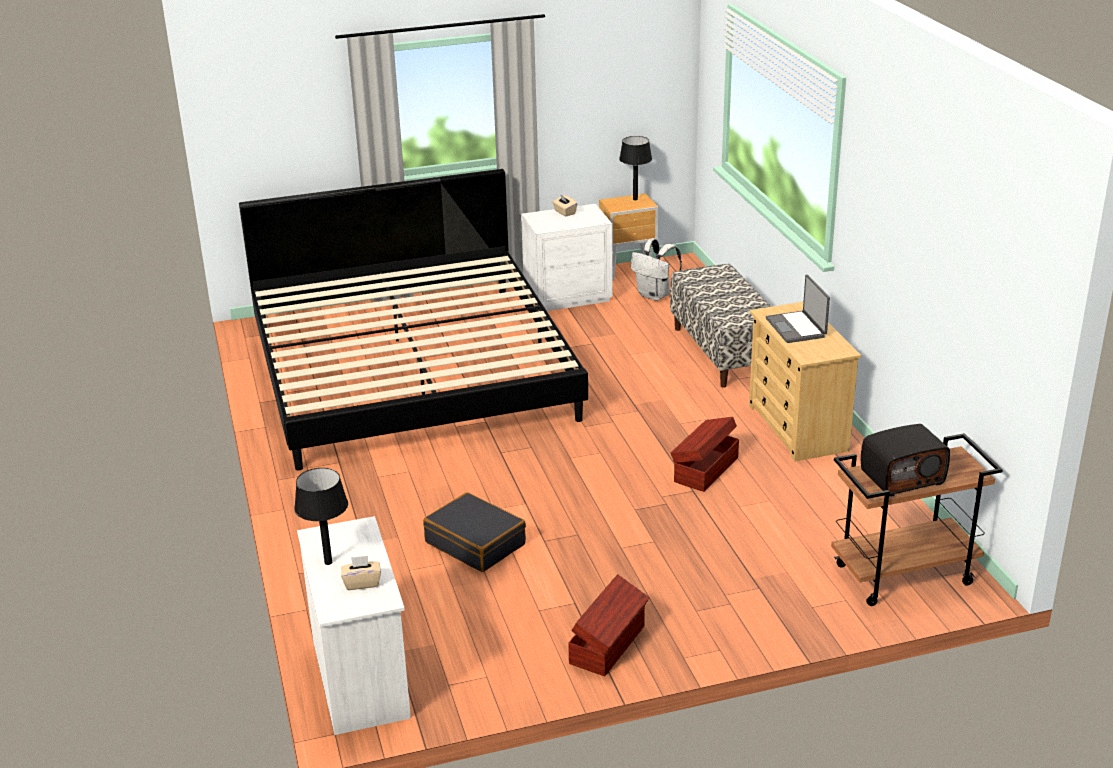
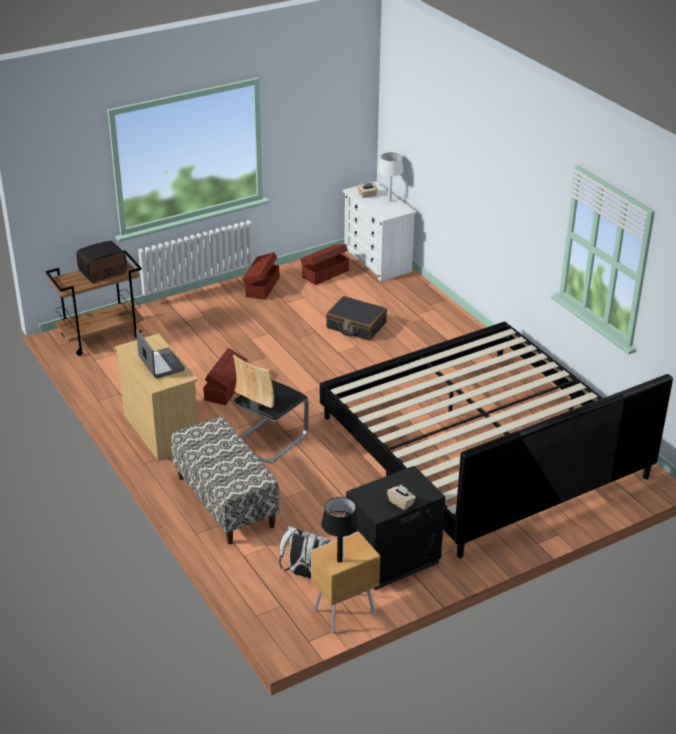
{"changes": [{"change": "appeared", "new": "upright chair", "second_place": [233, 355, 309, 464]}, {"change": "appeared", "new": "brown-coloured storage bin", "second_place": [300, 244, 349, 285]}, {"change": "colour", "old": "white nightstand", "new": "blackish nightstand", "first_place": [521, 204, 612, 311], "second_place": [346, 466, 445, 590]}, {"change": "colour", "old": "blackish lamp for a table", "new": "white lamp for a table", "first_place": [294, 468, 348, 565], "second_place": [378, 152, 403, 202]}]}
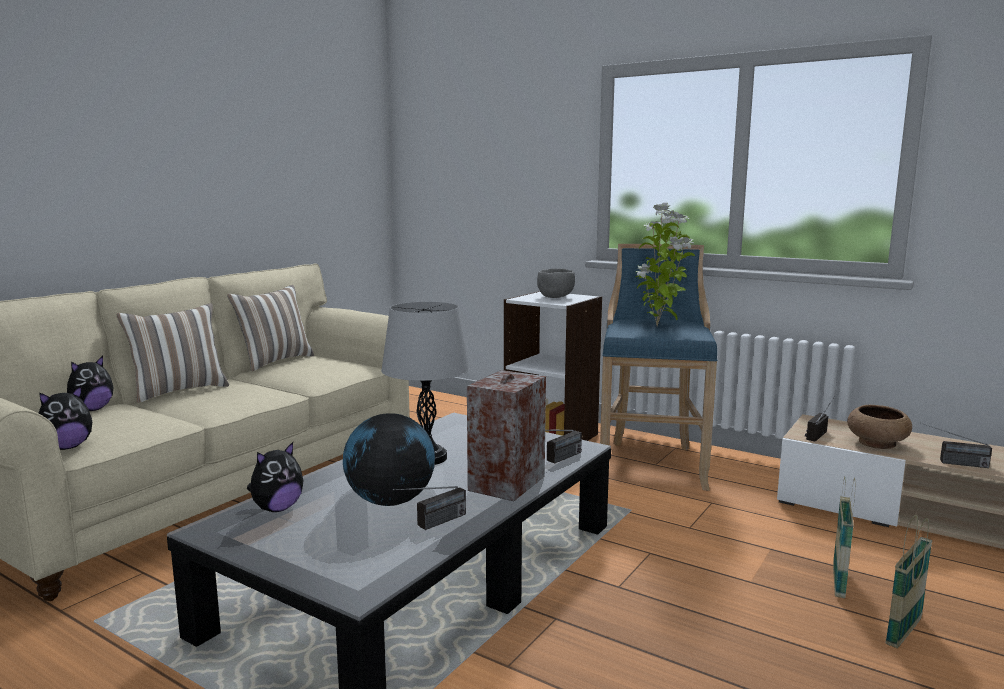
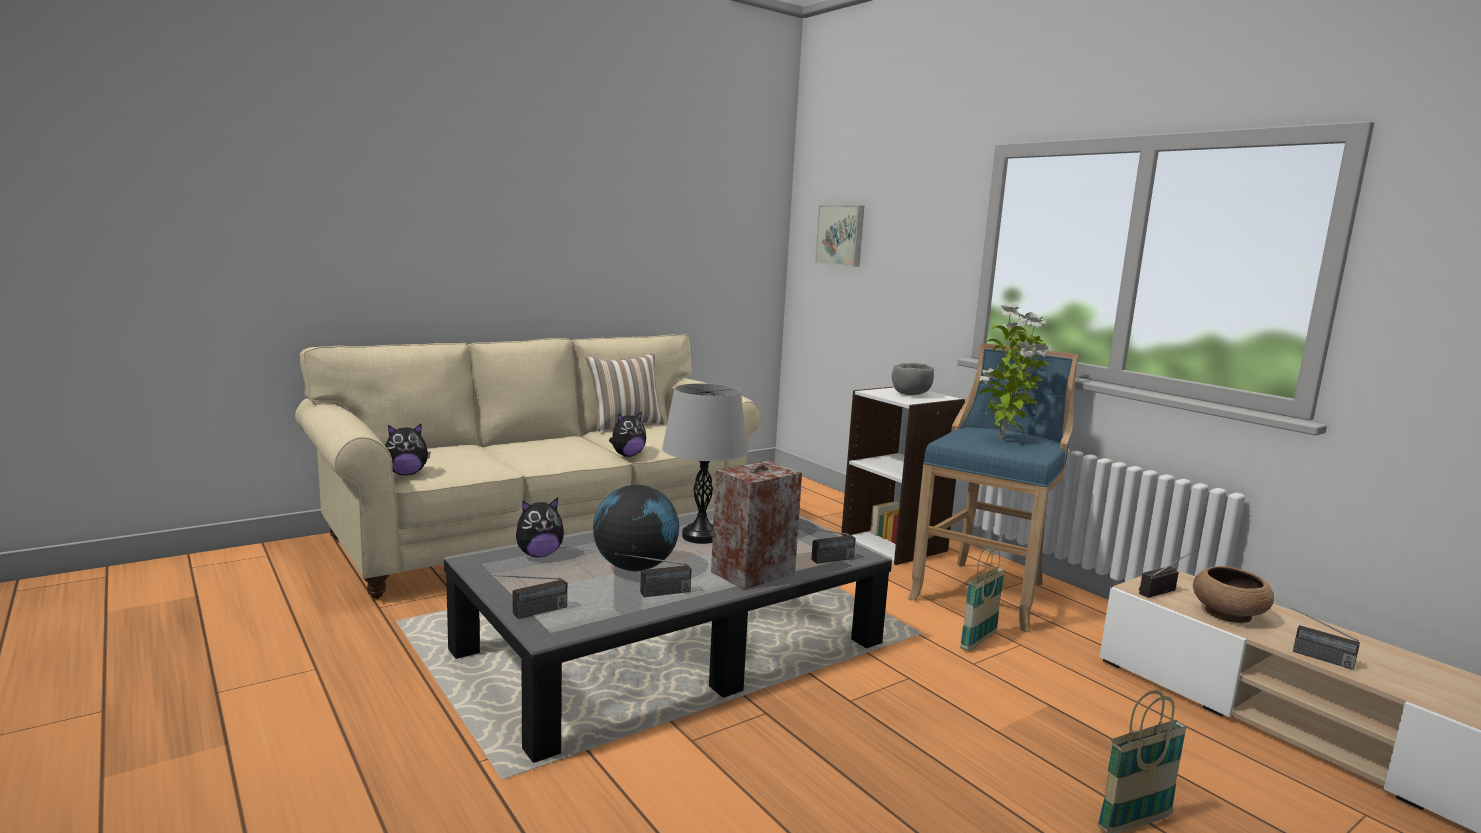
{"changes": [{"change": "appeared", "new": "radio receiver", "second_place": [484, 575, 567, 619]}, {"change": "relocated", "old": "cuddly toy", "first_place": [67, 356, 114, 411], "second_place": [609, 411, 646, 457]}, {"change": "appeared", "new": "wall art", "second_place": [815, 205, 864, 267]}, {"change": "relocated", "old": "storage basket", "first_place": [833, 477, 855, 598], "second_place": [960, 546, 1005, 651]}, {"change": "missing", "old": "cushion", "first_place": [116, 303, 229, 403]}]}
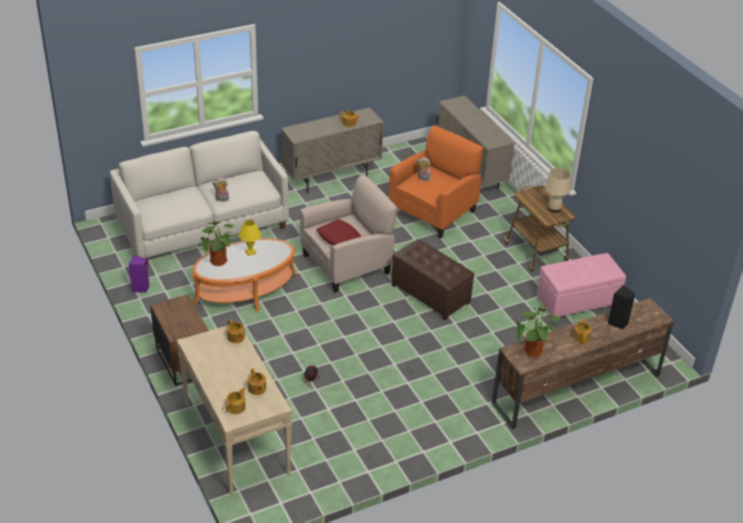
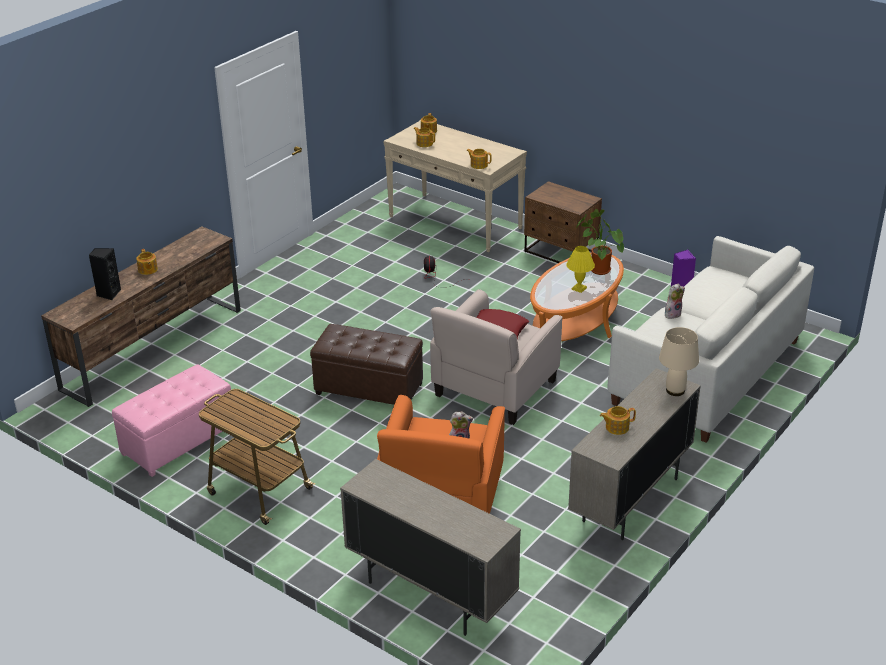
{"changes": [{"change": "relocated", "old": "beige-coloured lamp for a table", "first_place": [545, 168, 571, 213], "second_place": [659, 327, 699, 396]}, {"change": "missing", "old": "potted plant", "first_place": [516, 308, 560, 357]}]}
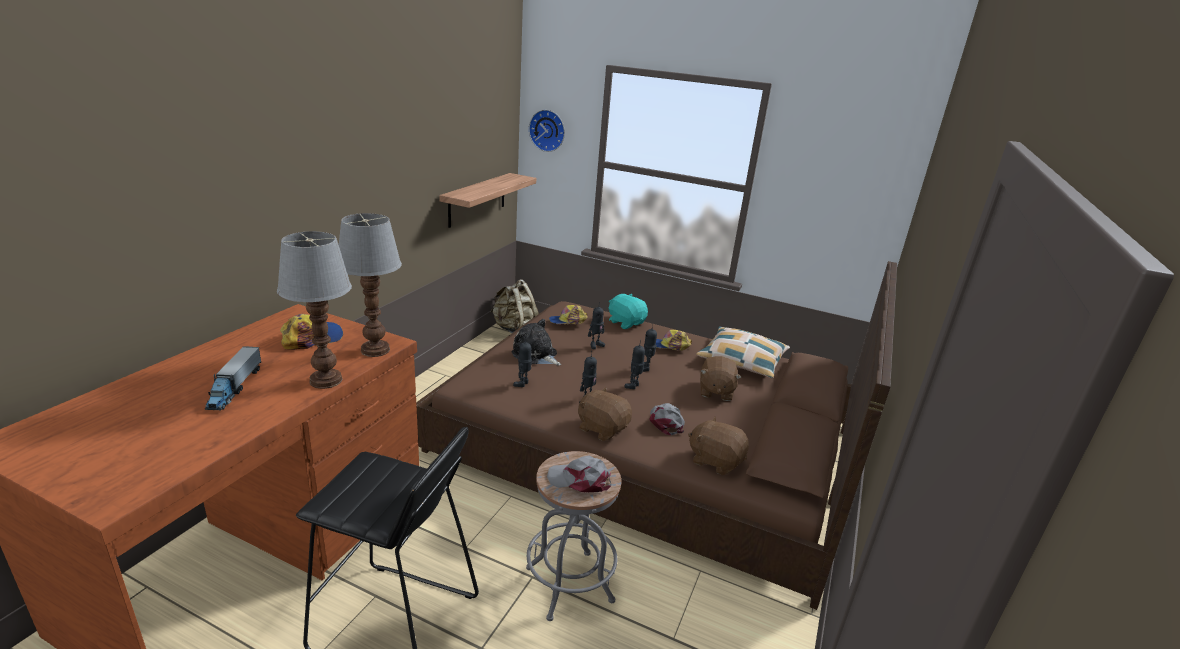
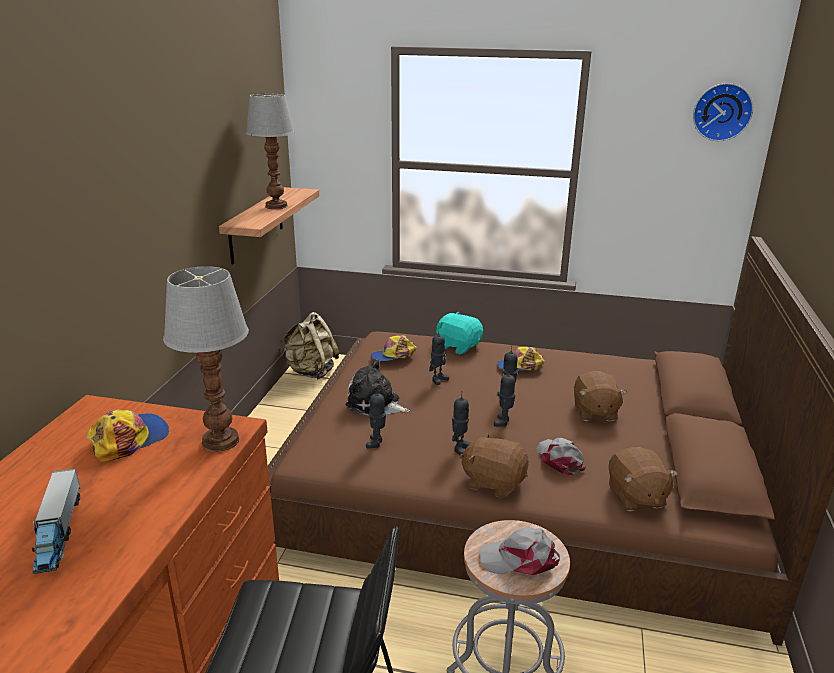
{"changes": [{"change": "relocated", "old": "lamp for a table", "first_place": [277, 231, 352, 389], "second_place": [246, 93, 295, 209]}, {"change": "spun", "old": "brown-coloured cuddly toy", "first_place": [688, 417, 749, 475], "second_place": [608, 447, 678, 511], "degrees": -120}, {"change": "relocated", "old": "clock on the wall", "first_place": [529, 110, 565, 152], "second_place": [693, 83, 753, 141]}, {"change": "missing", "old": "cushion", "first_place": [696, 327, 790, 378]}]}
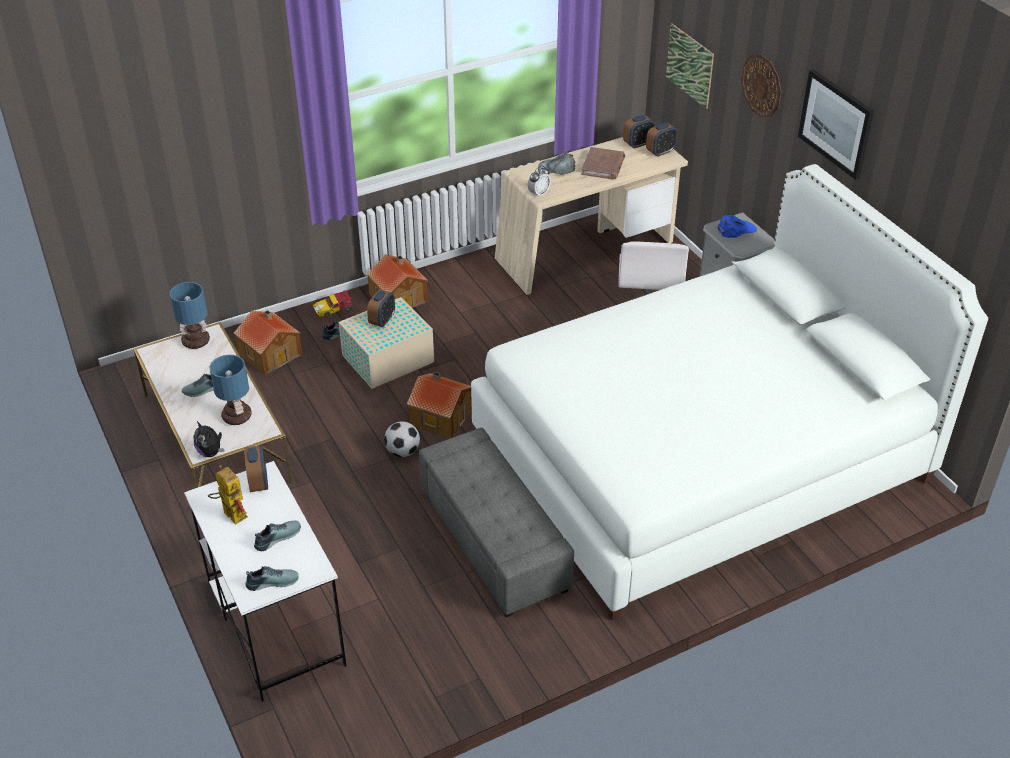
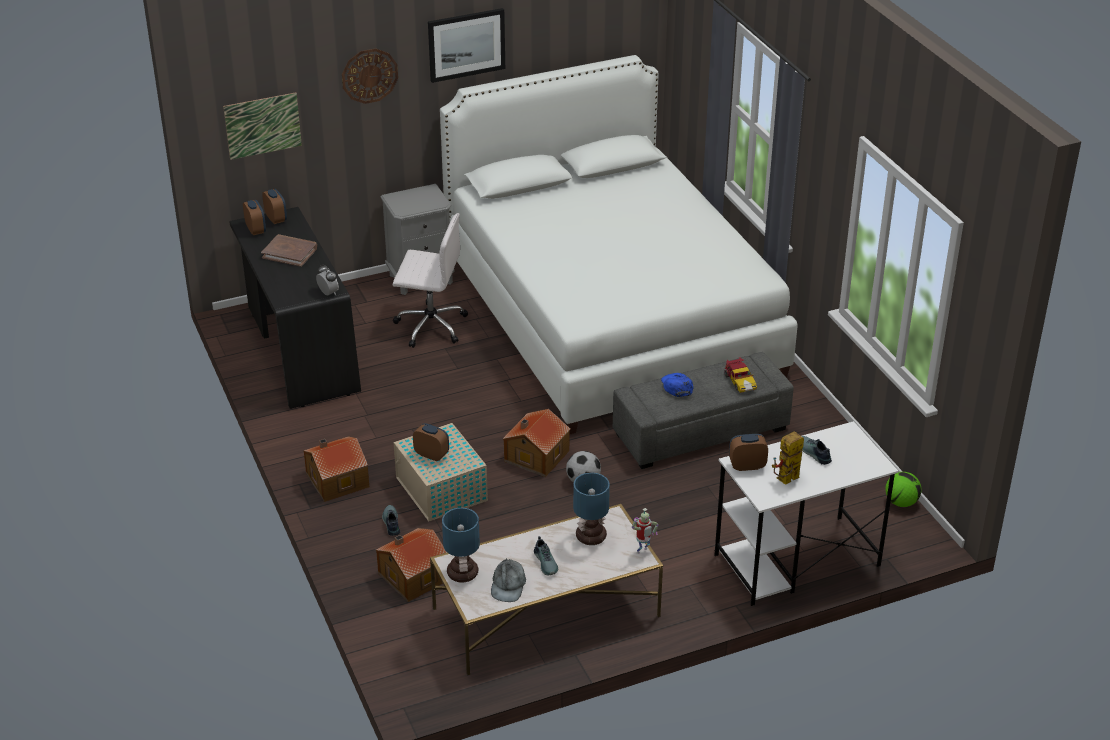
{"changes": [{"change": "colour", "old": "beige-coloured desk unit", "new": "blackish desk unit", "first_place": [495, 137, 688, 295], "second_place": [229, 207, 361, 409]}, {"change": "relocated", "old": "grey baseball cap", "first_place": [538, 153, 575, 175], "second_place": [491, 559, 526, 602]}, {"change": "exchanged", "old": "cuddly toy", "new": "model robot", "first_place": [194, 421, 224, 457], "second_place": [632, 508, 658, 554]}, {"change": "relocated", "old": "blue-coloured baseball cap", "first_place": [718, 215, 757, 238], "second_place": [661, 373, 693, 397]}, {"change": "relocated", "old": "model car", "first_place": [313, 290, 352, 317], "second_place": [724, 357, 757, 393]}, {"change": "appeared", "new": "football ball", "second_place": [885, 472, 922, 507]}, {"change": "missing", "old": "shoe", "first_place": [245, 566, 299, 591]}]}
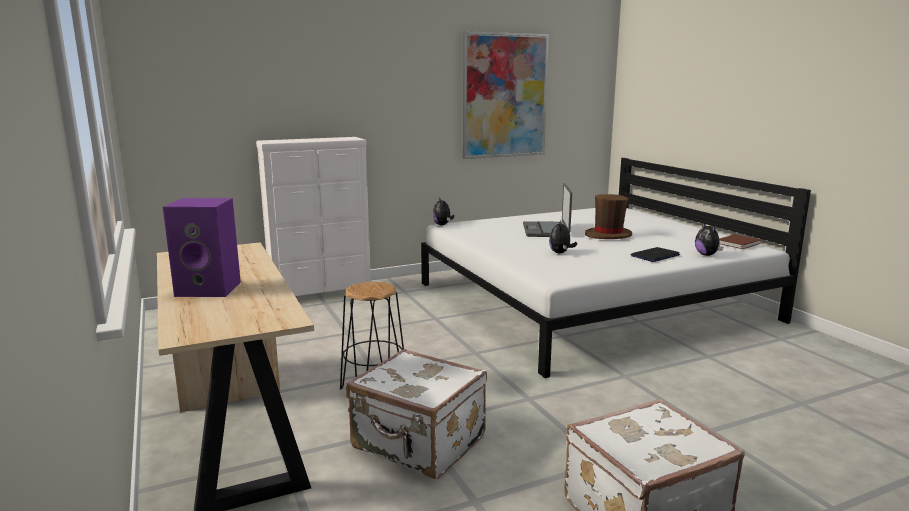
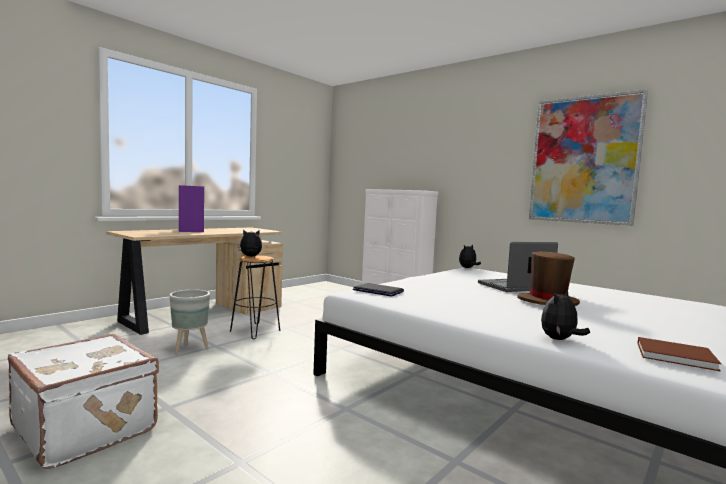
{"changes": [{"change": "exchanged", "old": "white suitcase", "new": "grey flower pot", "first_place": [346, 349, 487, 479], "second_place": [169, 290, 210, 355]}, {"change": "relocated", "old": "cuddly toy", "first_place": [549, 220, 577, 253], "second_place": [238, 230, 262, 257]}, {"change": "relocated", "old": "portable computer", "first_place": [630, 247, 680, 262], "second_place": [353, 283, 404, 297]}]}
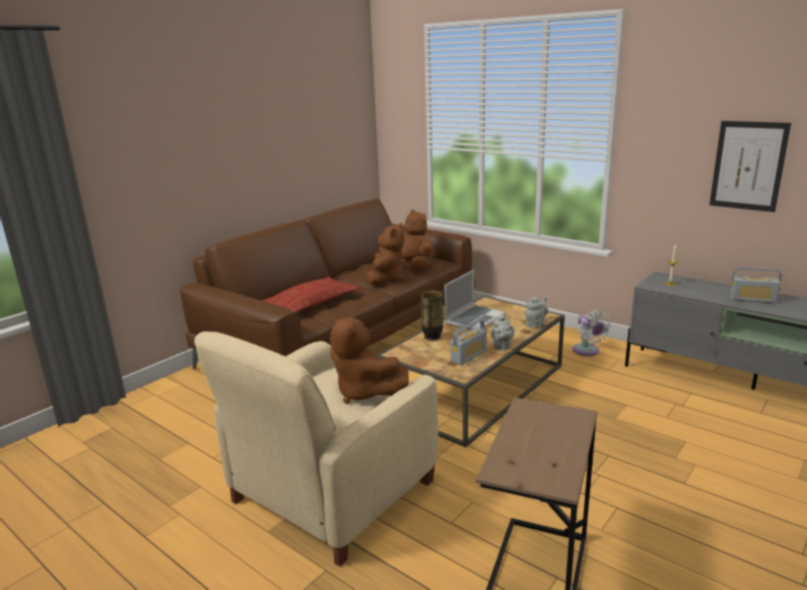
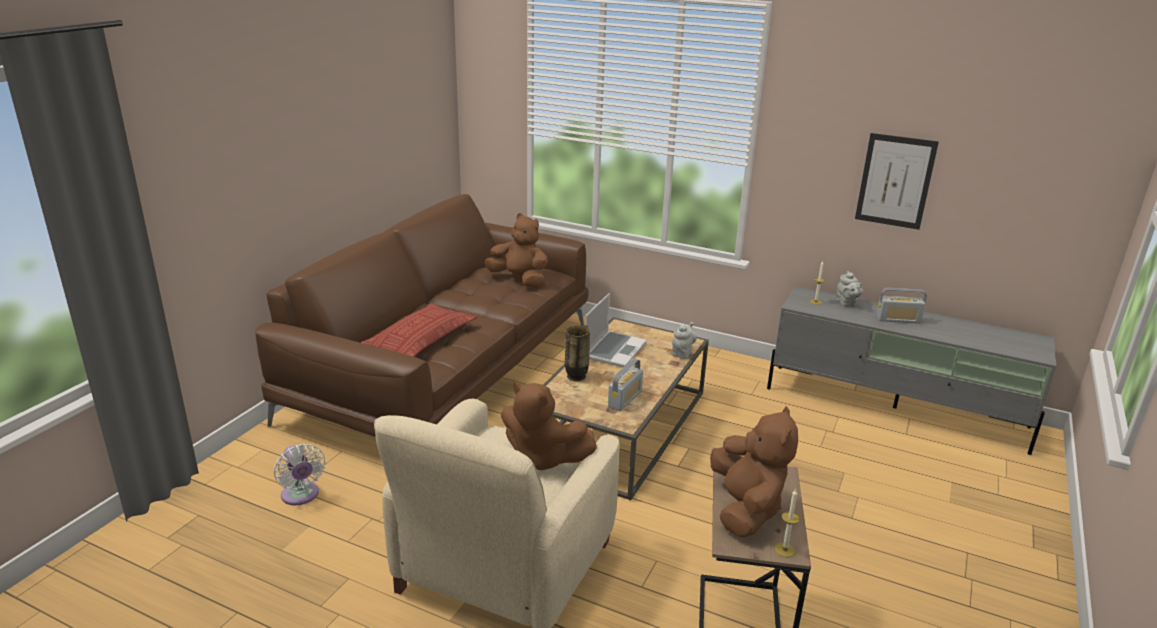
{"changes": [{"change": "relocated", "old": "white cooling fan", "first_place": [572, 310, 611, 356], "second_place": [273, 444, 326, 505]}, {"change": "relocated", "old": "brown-coloured cuddly toy", "first_place": [365, 223, 404, 285], "second_place": [710, 406, 798, 538]}, {"change": "appeared", "new": "wax light", "second_place": [775, 489, 800, 557]}, {"change": "relocated", "old": "grey teapot", "first_place": [491, 313, 514, 350], "second_place": [836, 271, 863, 307]}]}
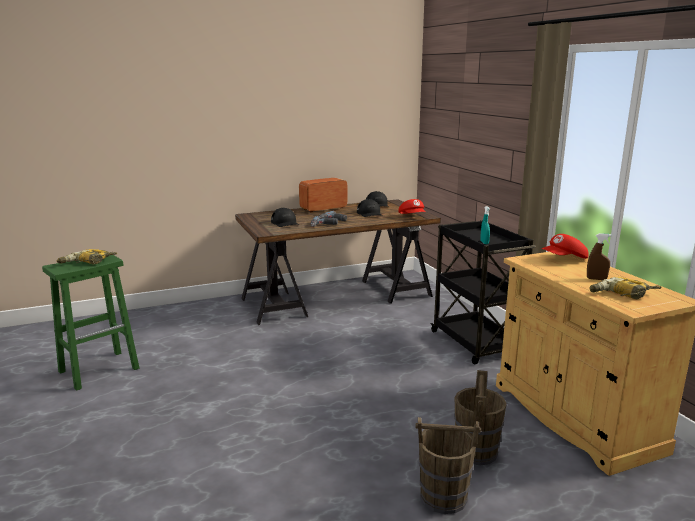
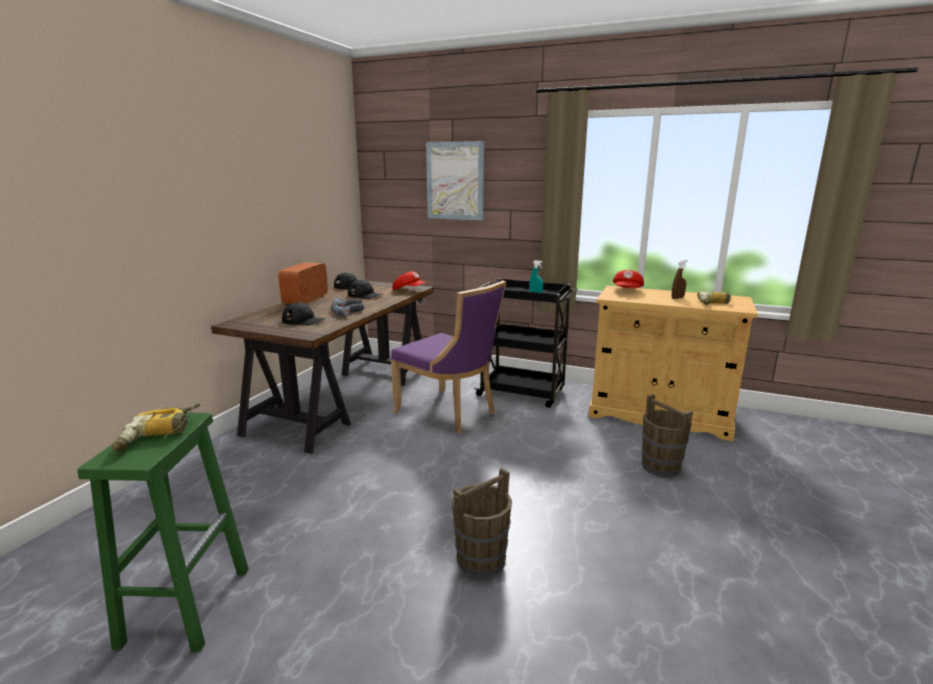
{"changes": [{"change": "appeared", "new": "purplish upright chair", "second_place": [391, 280, 506, 434]}, {"change": "appeared", "new": "wall art", "second_place": [426, 141, 484, 220]}, {"change": "relocated", "old": "brown-coloured water bucket", "first_place": [416, 417, 481, 514], "second_place": [452, 468, 512, 577]}]}
